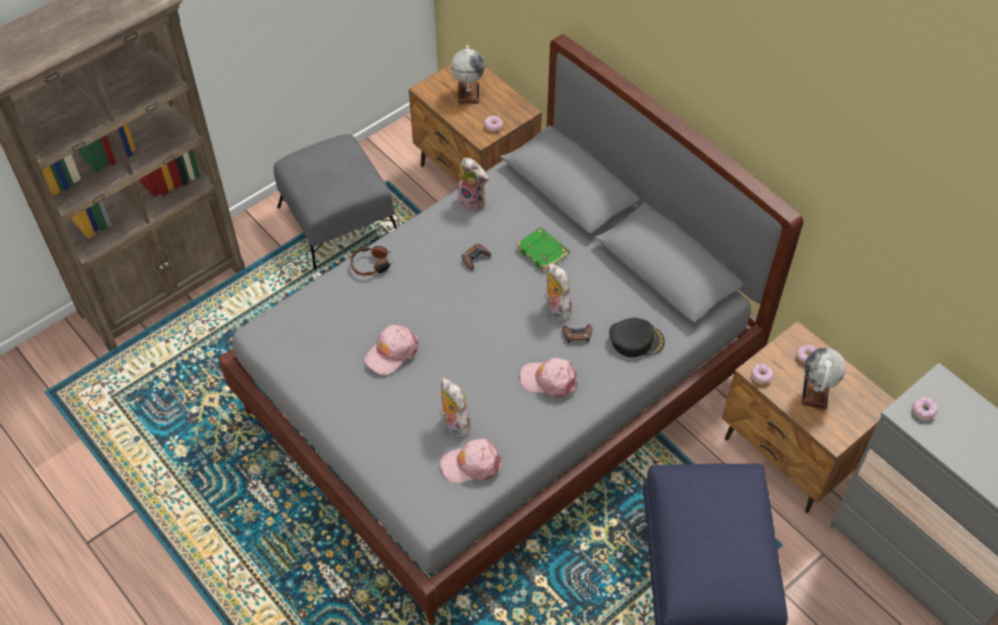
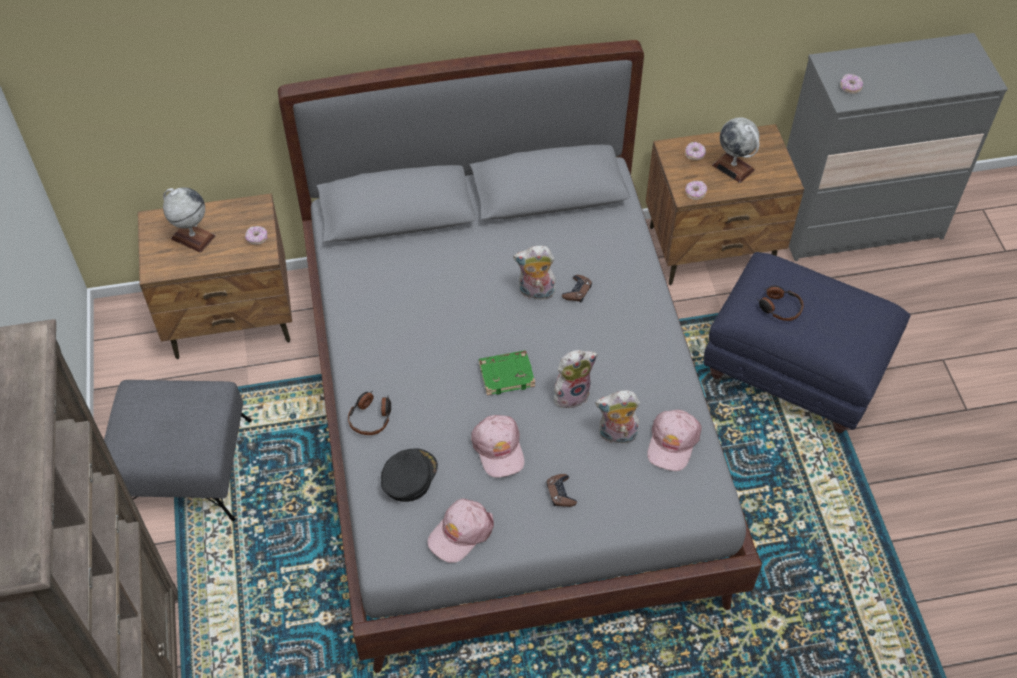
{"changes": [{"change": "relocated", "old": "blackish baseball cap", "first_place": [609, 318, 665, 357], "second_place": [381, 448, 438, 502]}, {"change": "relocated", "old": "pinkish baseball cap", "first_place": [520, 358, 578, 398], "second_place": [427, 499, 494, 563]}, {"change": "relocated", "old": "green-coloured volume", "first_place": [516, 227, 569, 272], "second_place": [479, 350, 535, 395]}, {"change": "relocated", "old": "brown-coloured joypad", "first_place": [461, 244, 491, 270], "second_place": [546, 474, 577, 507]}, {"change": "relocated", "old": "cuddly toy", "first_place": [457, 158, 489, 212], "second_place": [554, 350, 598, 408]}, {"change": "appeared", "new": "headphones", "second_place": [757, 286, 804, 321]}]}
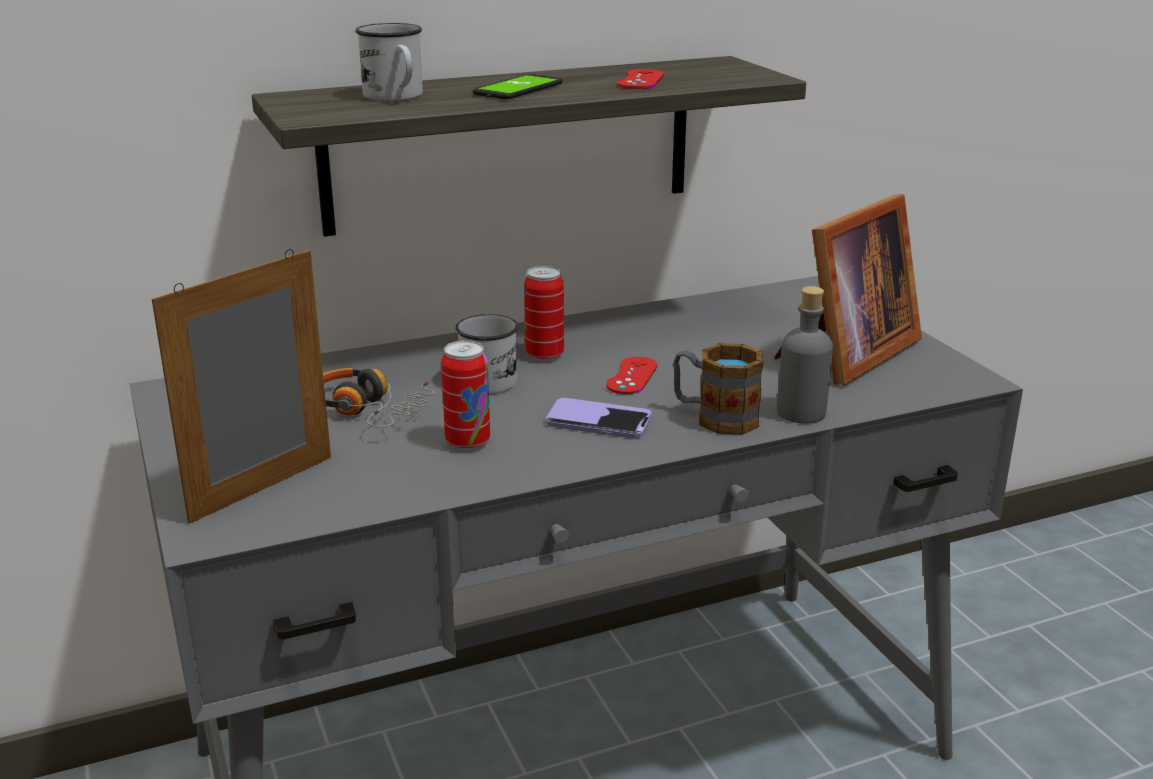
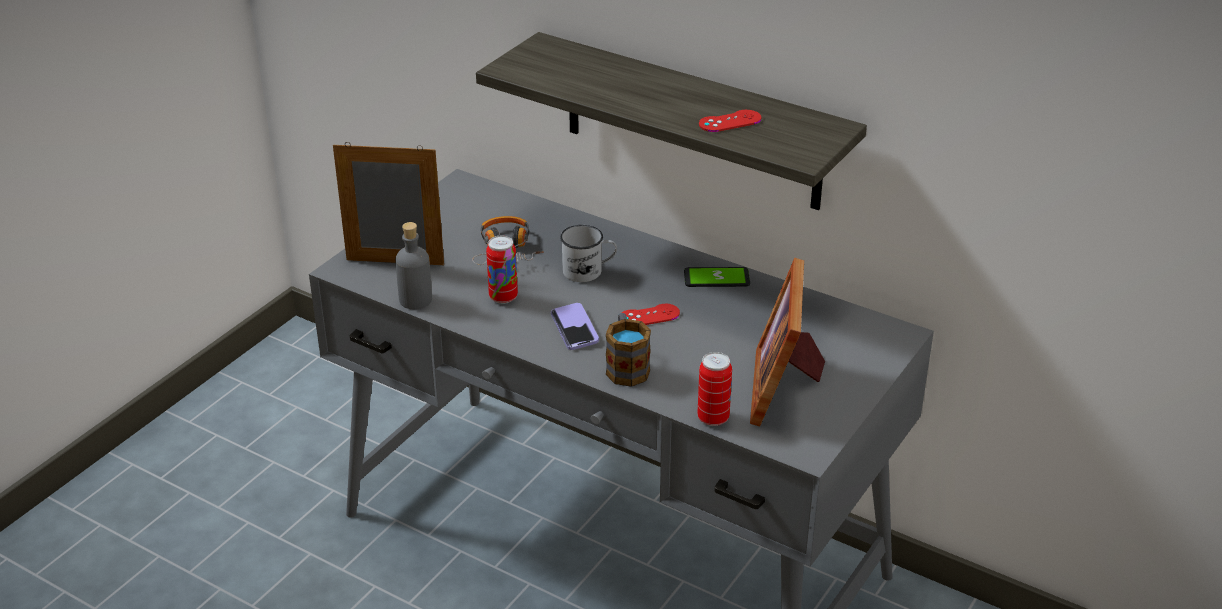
{"changes": [{"change": "relocated", "old": "grey beverage bottle", "first_place": [777, 286, 833, 424], "second_place": [395, 222, 432, 309]}, {"change": "relocated", "old": "handset", "first_place": [473, 74, 563, 99], "second_place": [684, 267, 750, 287]}, {"change": "relocated", "old": "sealed can", "first_place": [524, 266, 564, 361], "second_place": [697, 352, 732, 426]}, {"change": "spun", "old": "picture frame", "first_place": [774, 194, 922, 385], "second_place": [750, 258, 825, 426], "degrees": 90}, {"change": "missing", "old": "white coffee mug", "first_place": [355, 23, 423, 101]}]}
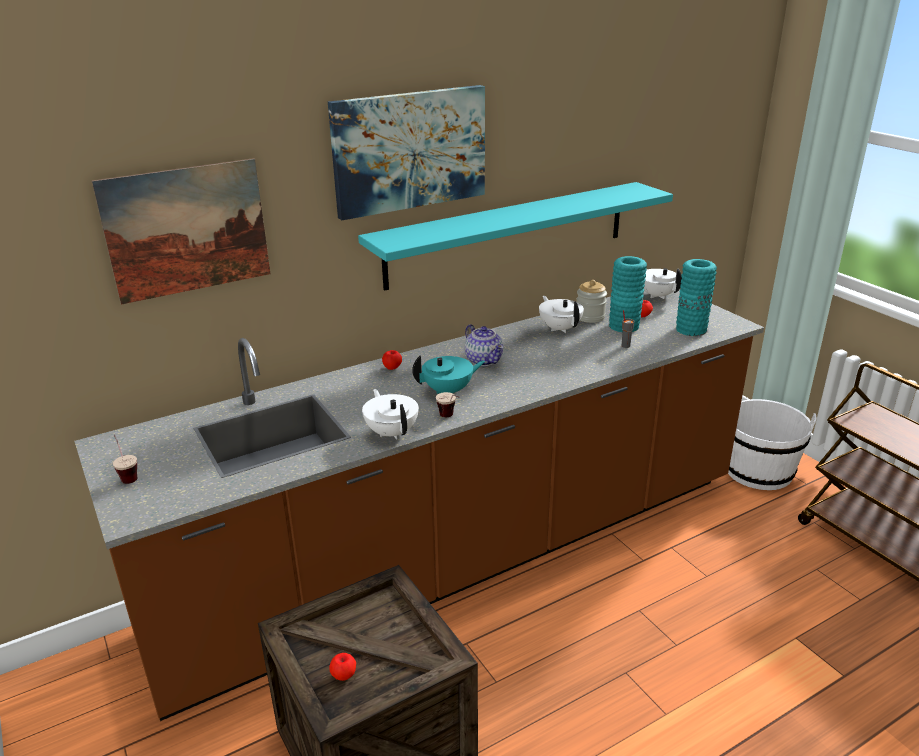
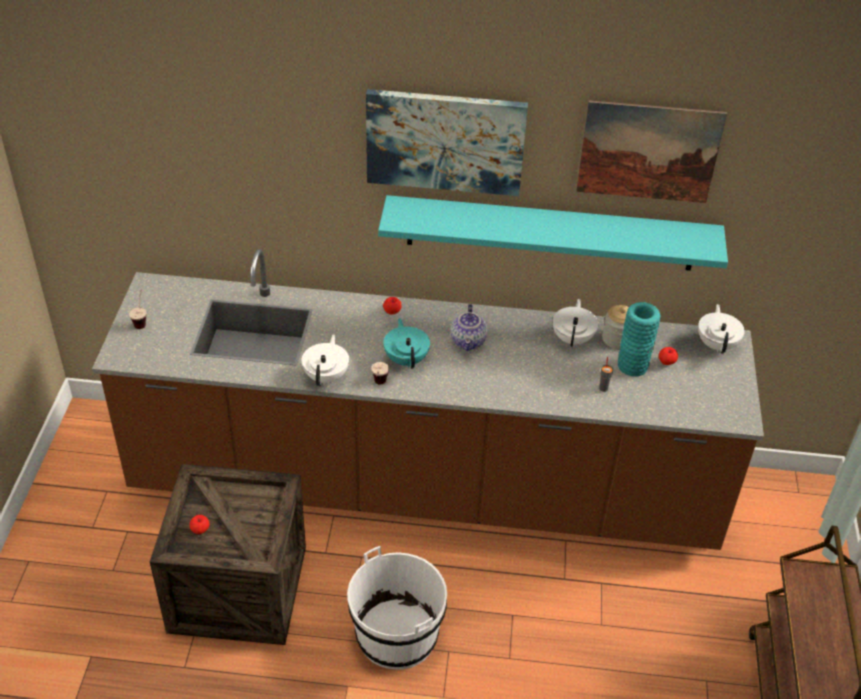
{"changes": [{"change": "relocated", "old": "white water bucket", "first_place": [728, 399, 817, 490], "second_place": [347, 546, 447, 669]}, {"change": "spun", "old": "blue-green teapot", "first_place": [412, 356, 485, 394], "second_place": [383, 318, 430, 369], "degrees": -120}, {"change": "relocated", "old": "wall art", "first_place": [92, 158, 270, 305], "second_place": [576, 100, 727, 203]}, {"change": "missing", "old": "blue-green decorative vase", "first_place": [676, 259, 717, 336]}]}
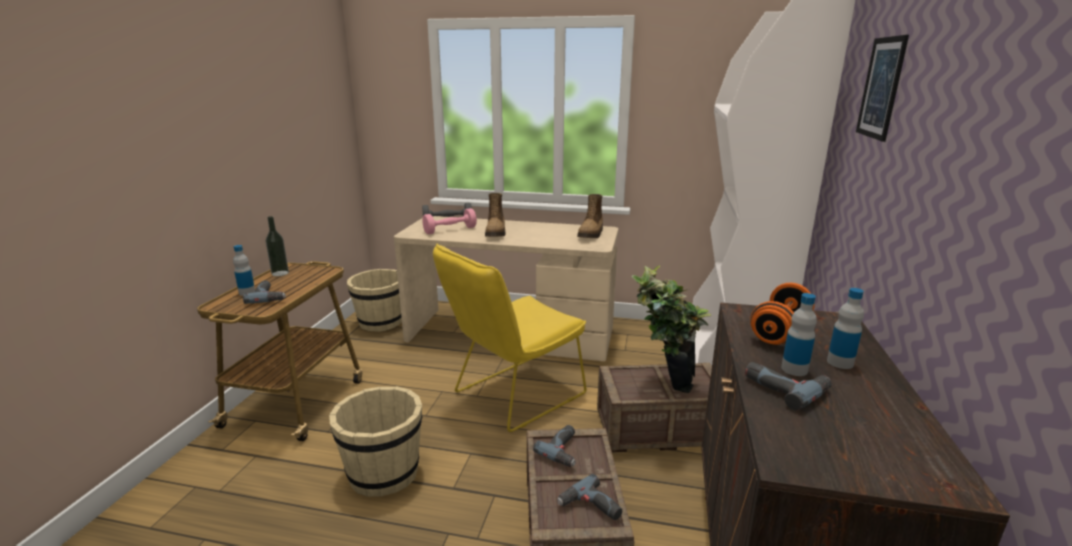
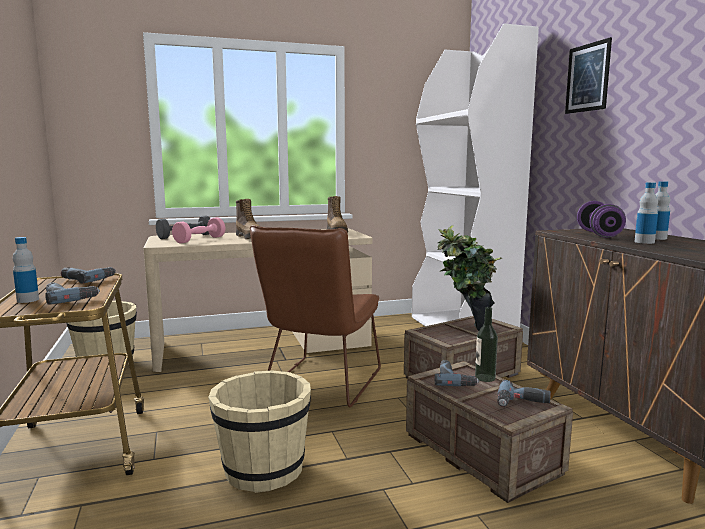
{"changes": [{"change": "relocated", "old": "electric drill", "first_place": [745, 362, 832, 411], "second_place": [61, 267, 116, 284]}, {"change": "colour", "old": "yellow upright chair", "new": "brown-coloured upright chair", "first_place": [433, 243, 586, 432], "second_place": [250, 225, 381, 407]}, {"change": "relocated", "old": "beverage bottle", "first_place": [266, 216, 289, 276], "second_place": [475, 307, 498, 382]}, {"change": "colour", "old": "orange dumbbell", "new": "purplish dumbbell", "first_place": [750, 283, 815, 345], "second_place": [577, 201, 626, 238]}]}
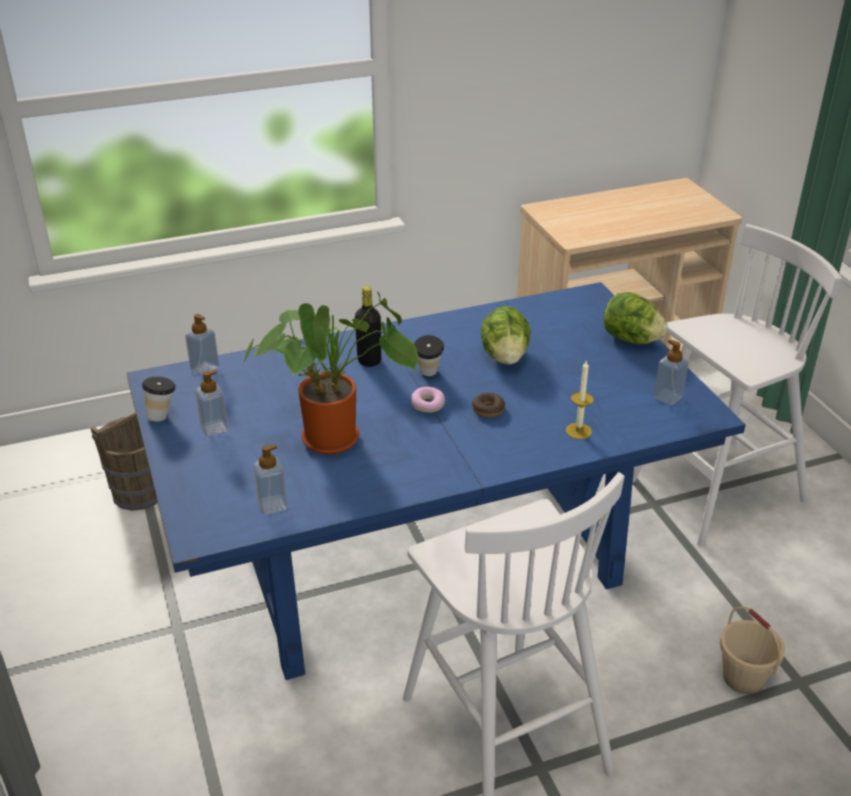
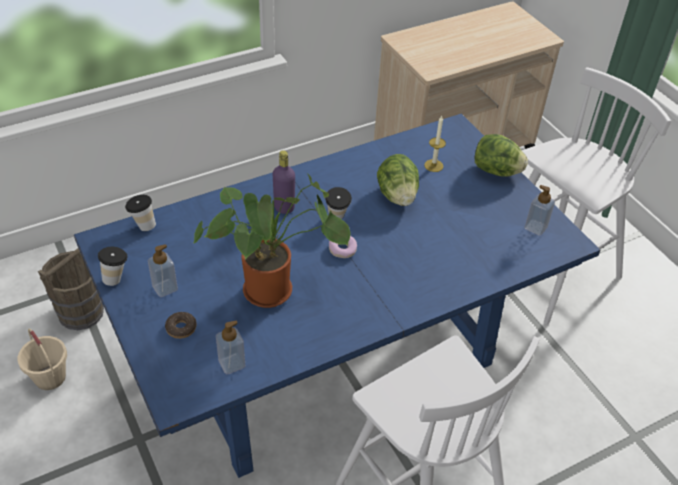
{"changes": [{"change": "relocated", "old": "beige-coloured water bucket", "first_place": [720, 606, 785, 694], "second_place": [18, 329, 67, 390]}, {"change": "exchanged", "old": "liquid soap bottle", "new": "small cup", "first_place": [185, 314, 219, 375], "second_place": [125, 195, 156, 231]}, {"change": "relocated", "old": "ring doughnut", "first_place": [472, 393, 505, 417], "second_place": [165, 312, 196, 339]}, {"change": "colour", "old": "blackish beverage bottle", "new": "purplish beverage bottle", "first_place": [355, 286, 381, 367], "second_place": [273, 150, 295, 214]}, {"change": "relocated", "old": "wax light", "first_place": [566, 360, 594, 439], "second_place": [424, 116, 446, 172]}]}
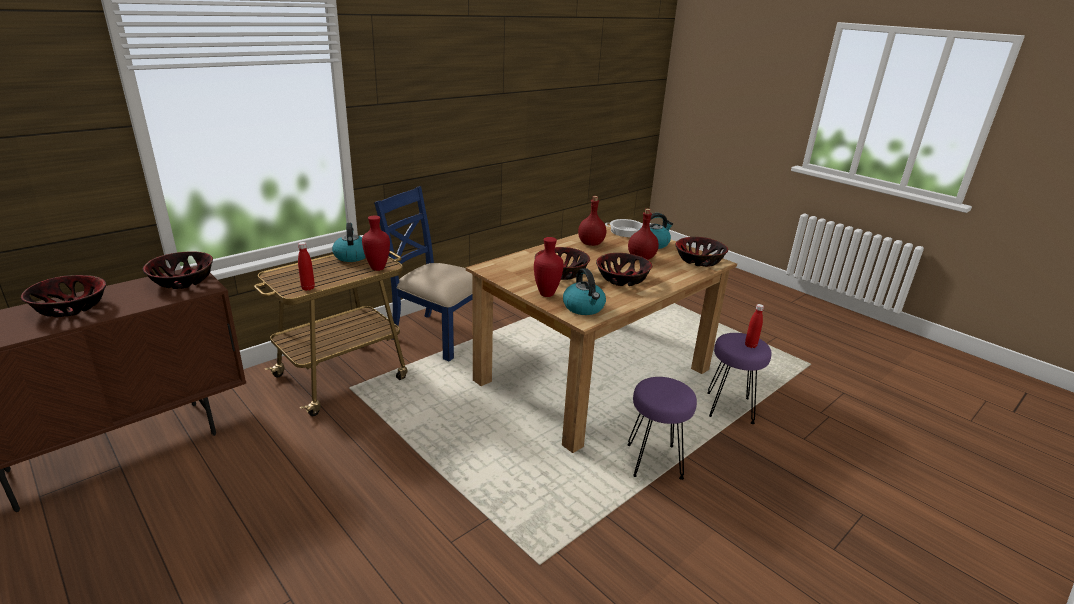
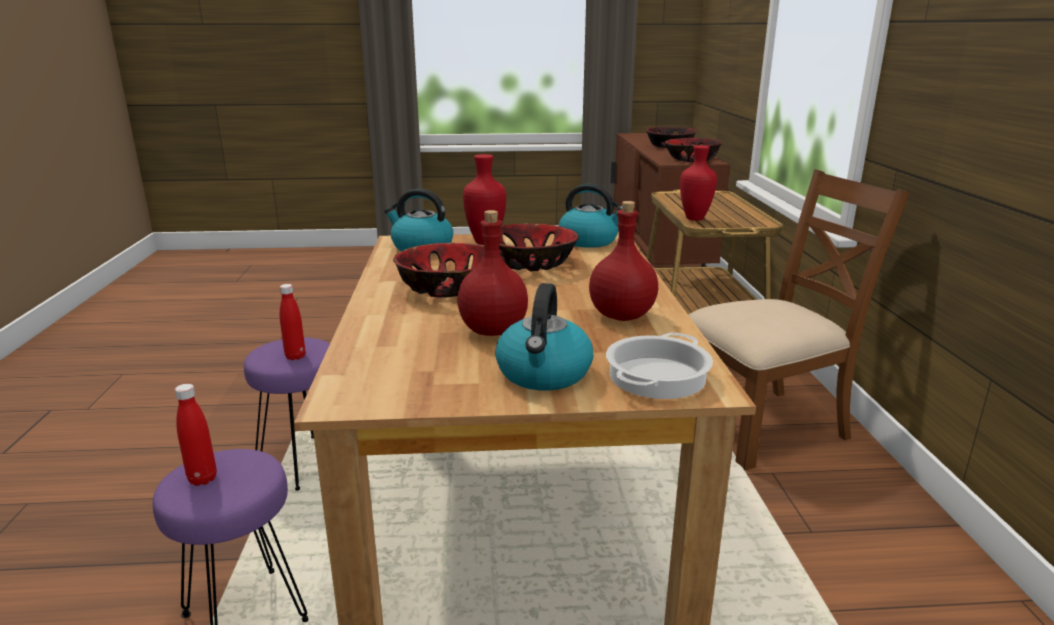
{"changes": [{"change": "relocated", "old": "red-coloured beverage bottle", "first_place": [298, 242, 315, 291], "second_place": [280, 284, 306, 360]}, {"change": "relocated", "old": "kettle", "first_place": [332, 223, 366, 262], "second_place": [559, 184, 622, 248]}, {"change": "colour", "old": "blue-coloured upright chair", "new": "brown-coloured upright chair", "first_place": [374, 186, 473, 361], "second_place": [688, 169, 910, 470]}, {"change": "missing", "old": "deep dish", "first_place": [675, 237, 728, 267]}]}
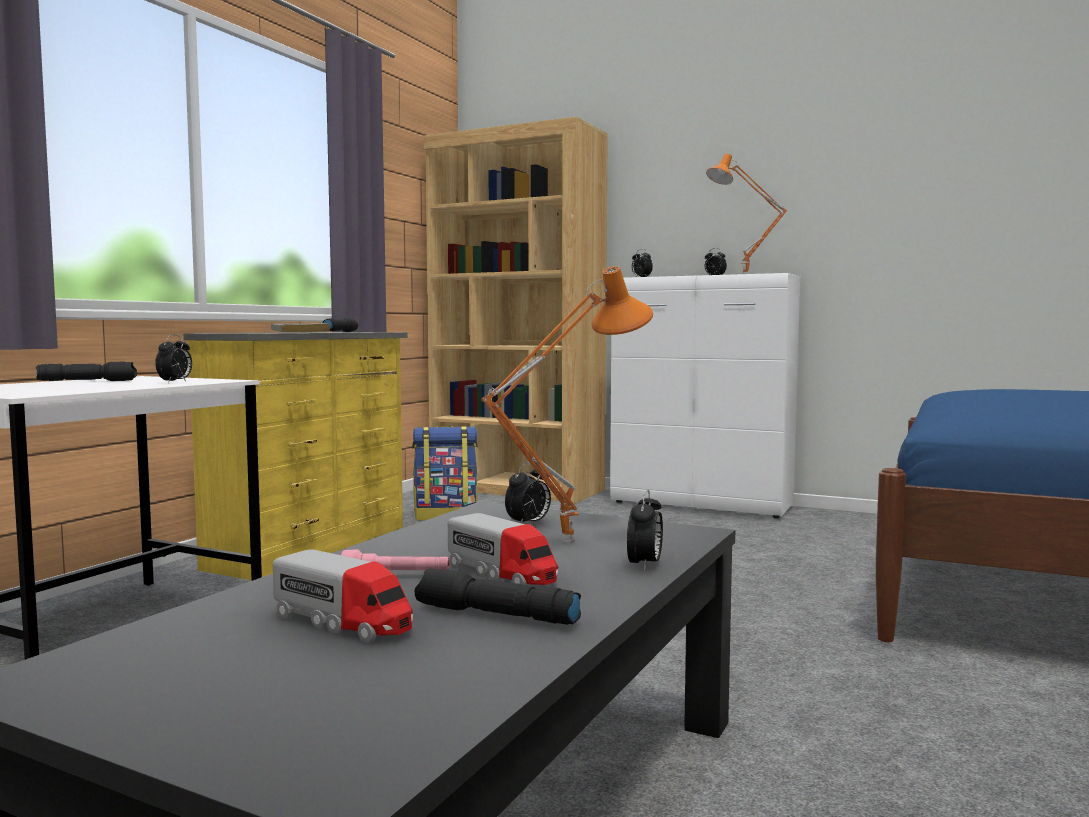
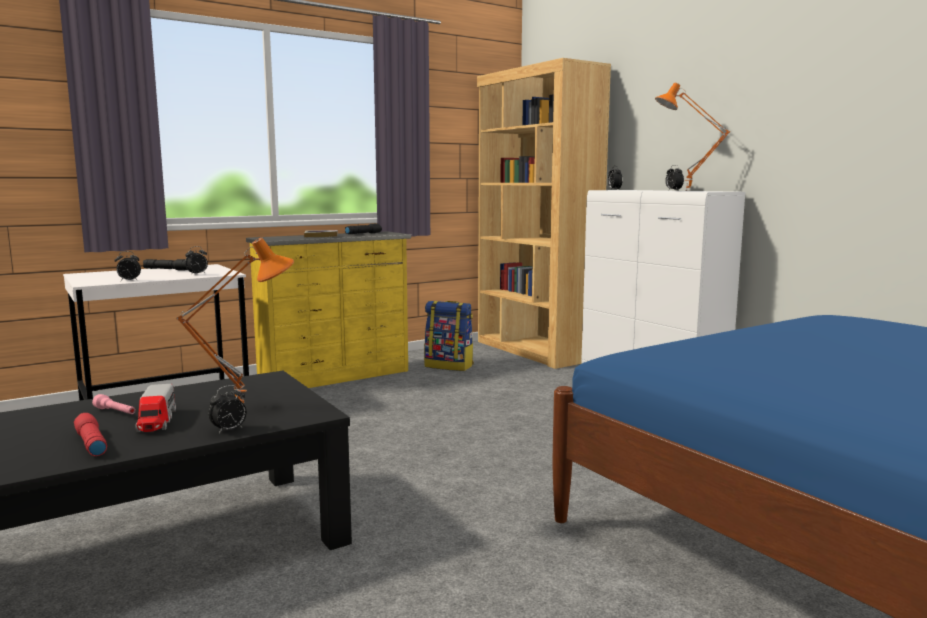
{"changes": [{"change": "colour", "old": "blackish hand torch", "new": "red-coloured hand torch", "first_place": [415, 568, 581, 625], "second_place": [74, 413, 107, 456]}, {"change": "relocated", "old": "alarm clock", "first_place": [505, 462, 551, 524], "second_place": [114, 251, 141, 281]}, {"change": "missing", "old": "toy truck", "first_place": [273, 549, 413, 643]}]}
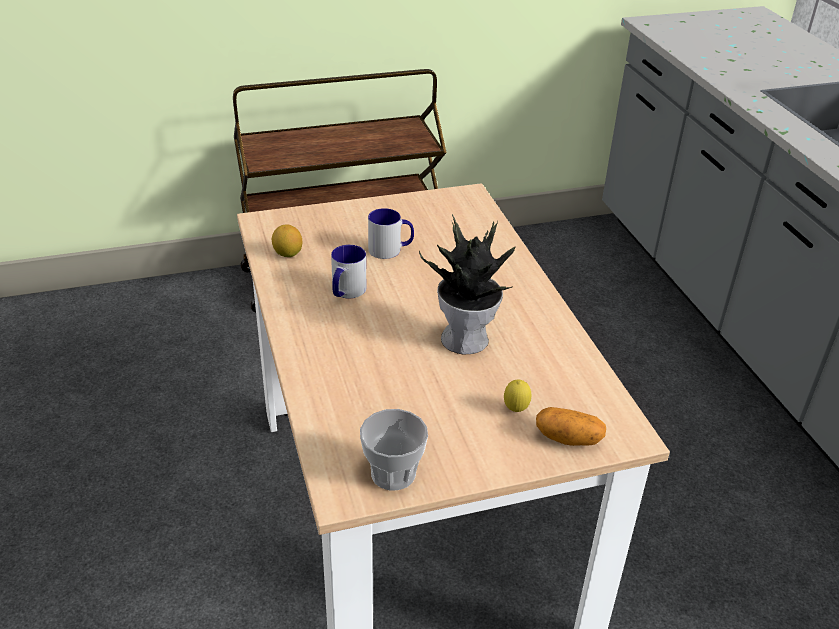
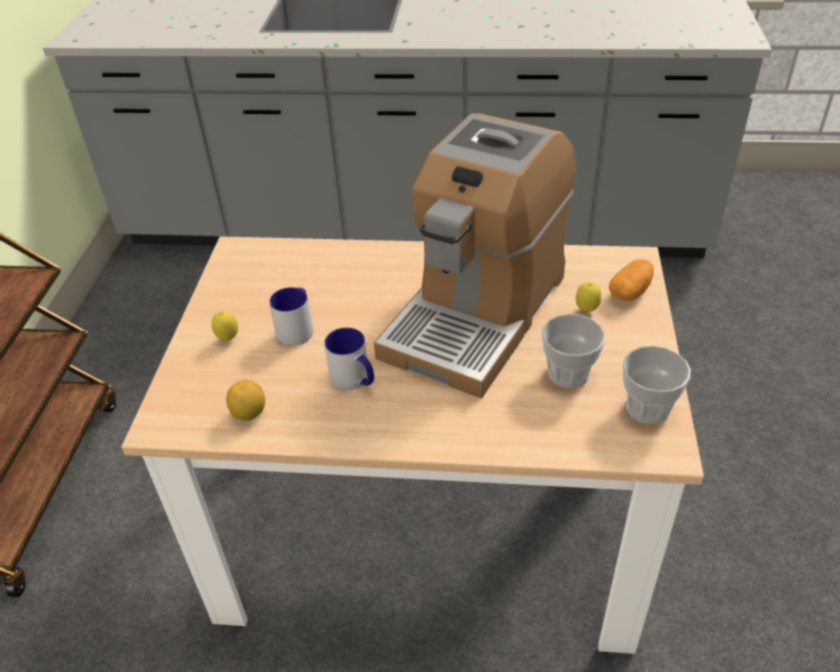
{"changes": [{"change": "appeared", "new": "whole lemon", "second_place": [211, 310, 238, 341]}, {"change": "exchanged", "old": "potted plant", "new": "coffee brewer", "first_place": [419, 214, 516, 354], "second_place": [374, 113, 576, 398]}, {"change": "appeared", "new": "small cup", "second_place": [542, 314, 605, 388]}]}
